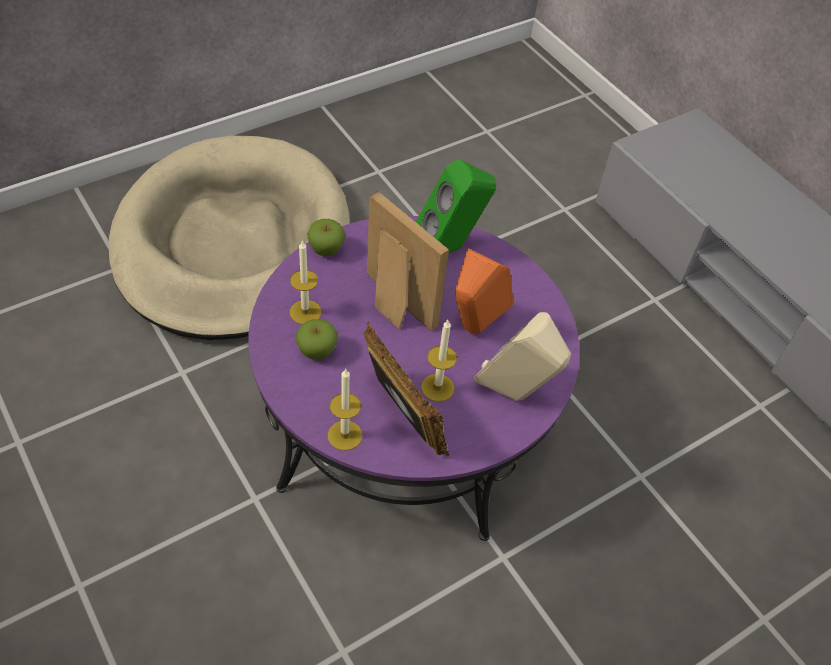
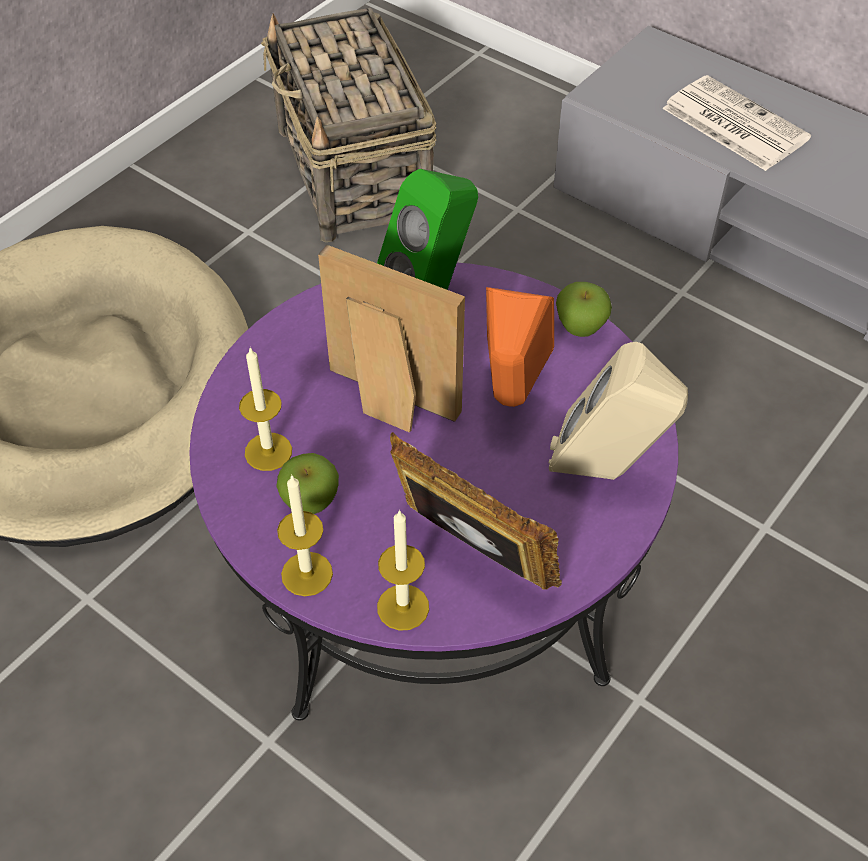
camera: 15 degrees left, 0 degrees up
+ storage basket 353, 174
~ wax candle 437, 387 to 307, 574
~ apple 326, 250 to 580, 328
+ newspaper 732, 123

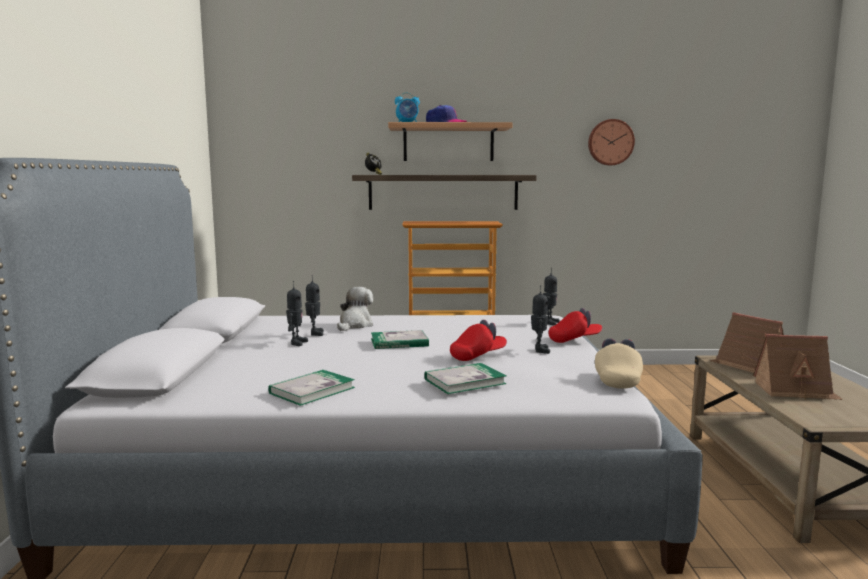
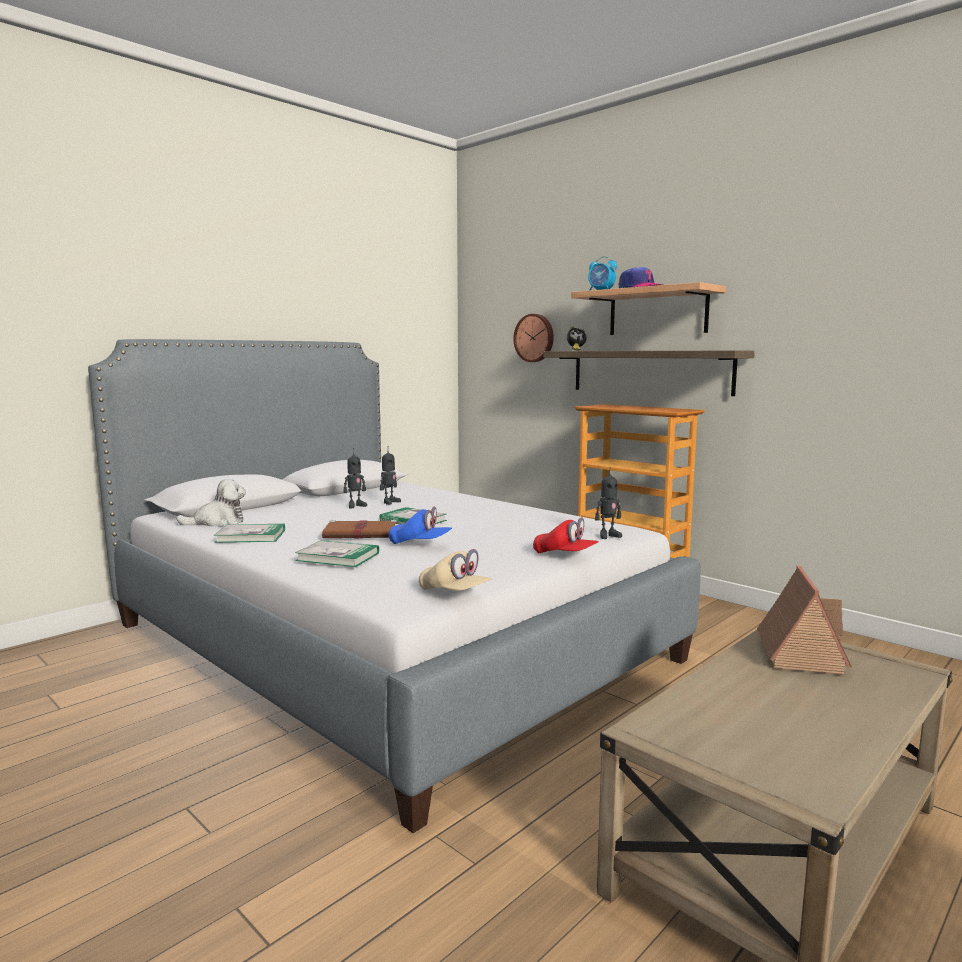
camera: 45 degrees right, 0 degrees up
~ cuddly toy 355, 325 to 217, 522
+ brown-coloured volume 362, 533
~ reddish cap 478, 356 to blue cap 420, 543
~ beige cap 617, 379 = 454, 593 75 degrees clockwise
~ clock on the wall 610, 142 to 535, 338
- robot figure 539, 350
- miniature house 795, 390

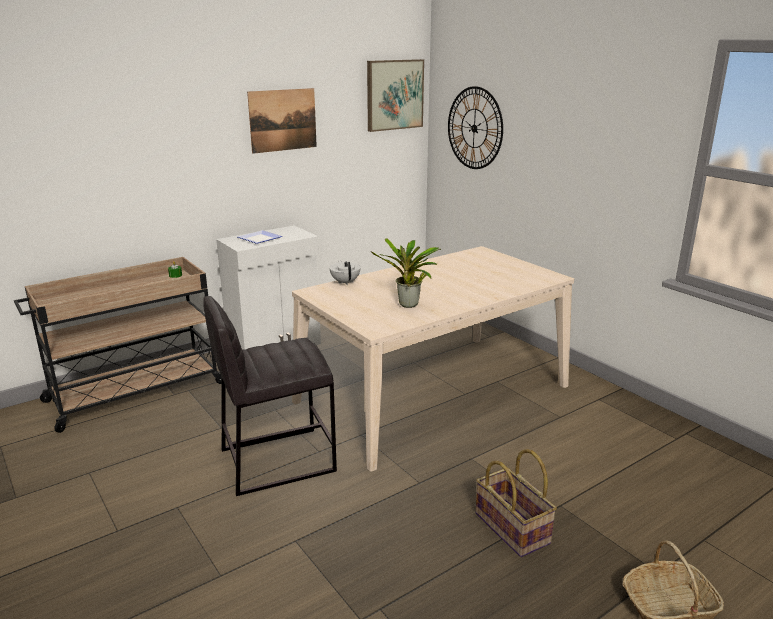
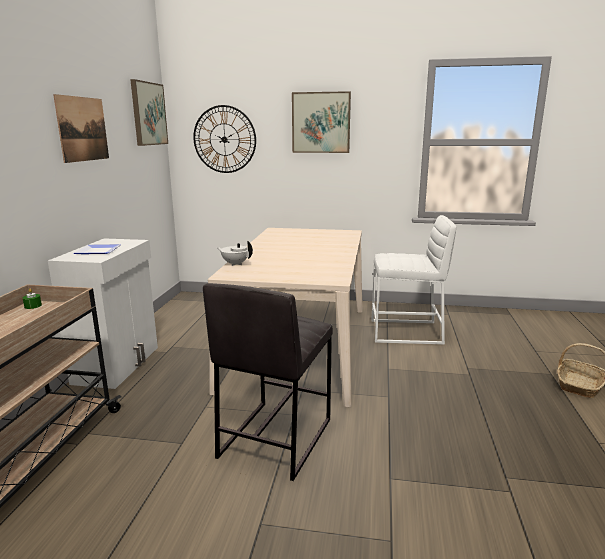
camera: 45 degrees left, 5 degrees down
+ wall picture 321, 122
+ white sitting stool 406, 332
- houseplant 408, 306
- storage basket 513, 528

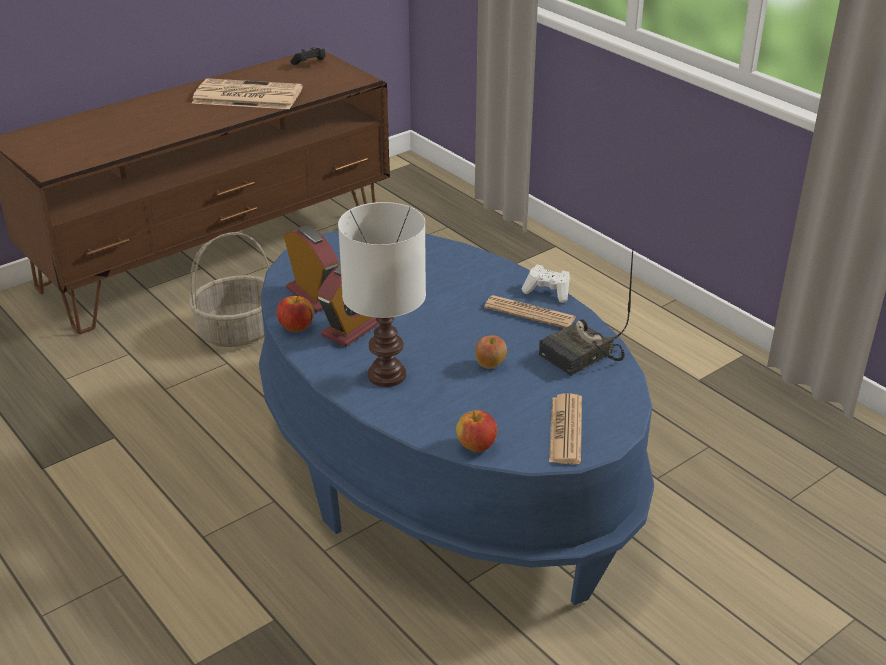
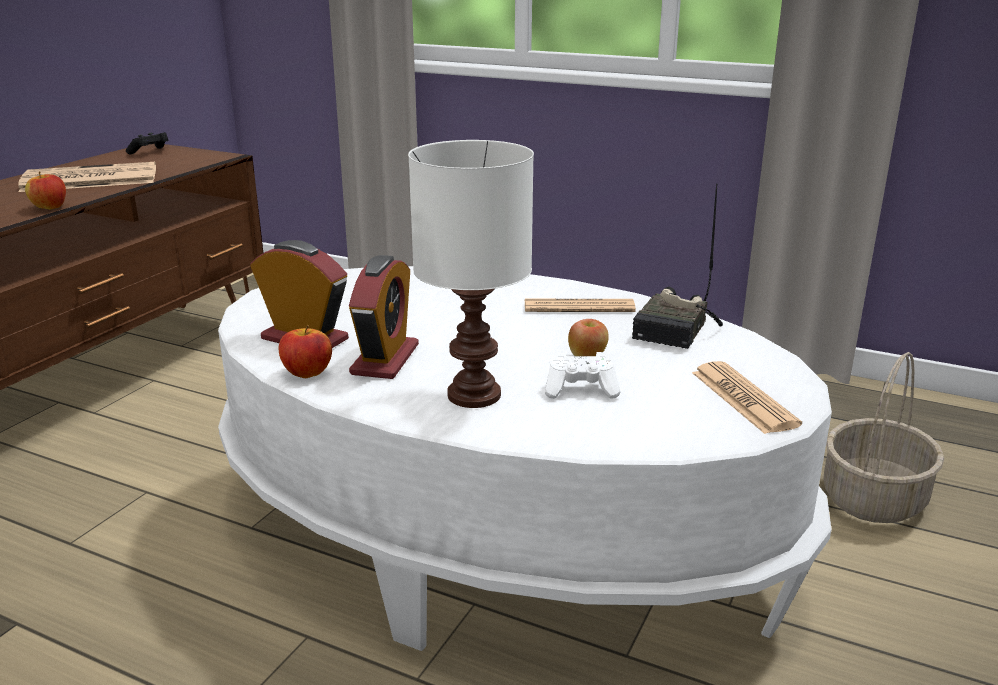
camera: 25 degrees left, 10 degrees down
~ apple 476, 446 to 50, 208
~ blue lounge table 443, 469 to white lounge table 498, 536
~ white joypad 548, 292 to 581, 390
~ storage basket 237, 332 to 874, 500

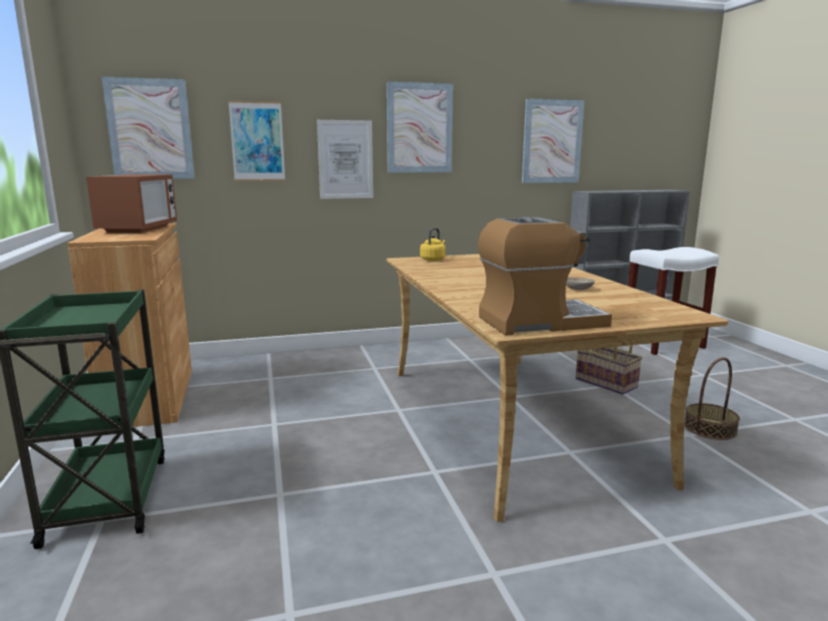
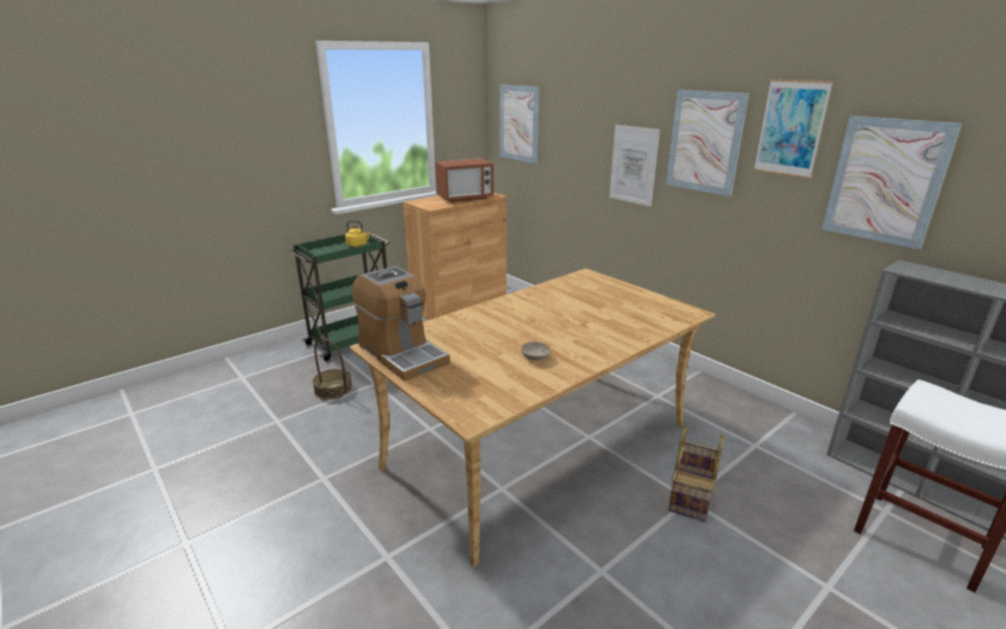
camera: 65 degrees right, 10 degrees up
~ storage basket 710, 428 to 333, 389
~ yellow kettle 433, 259 to 358, 245
~ wall picture 257, 141 to 791, 128

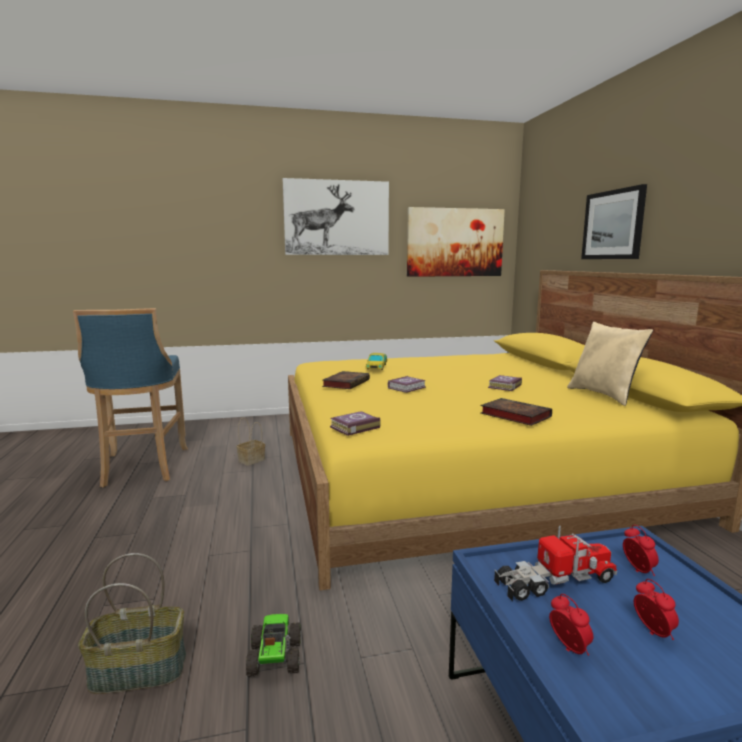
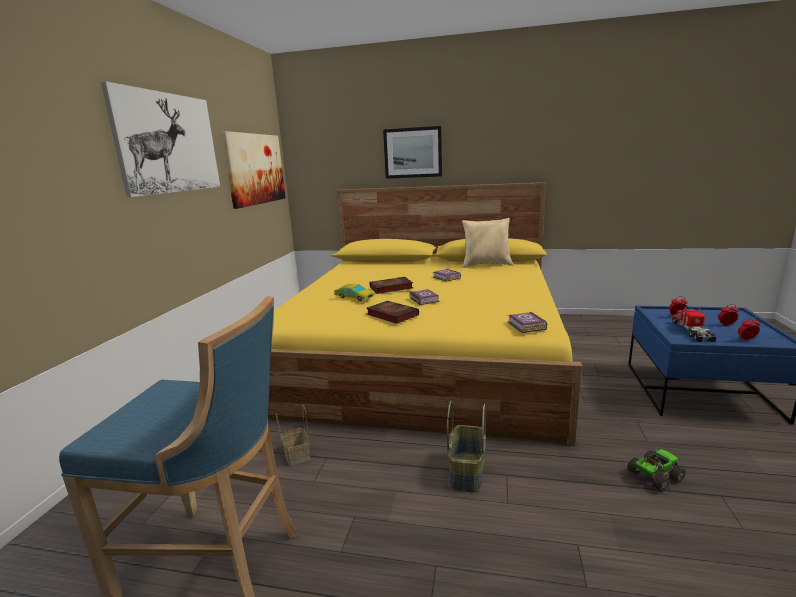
camera: 65 degrees left, 5 degrees up
~ volume 513, 415 to 390, 288
~ storage basket 139, 670 to 466, 471
~ toy lorry 274, 658 = 654, 476 135 degrees clockwise

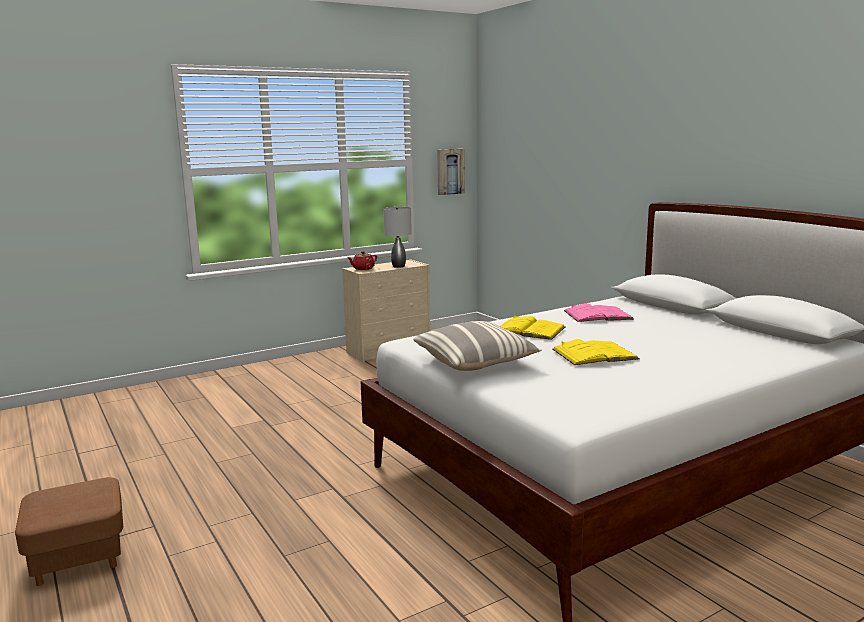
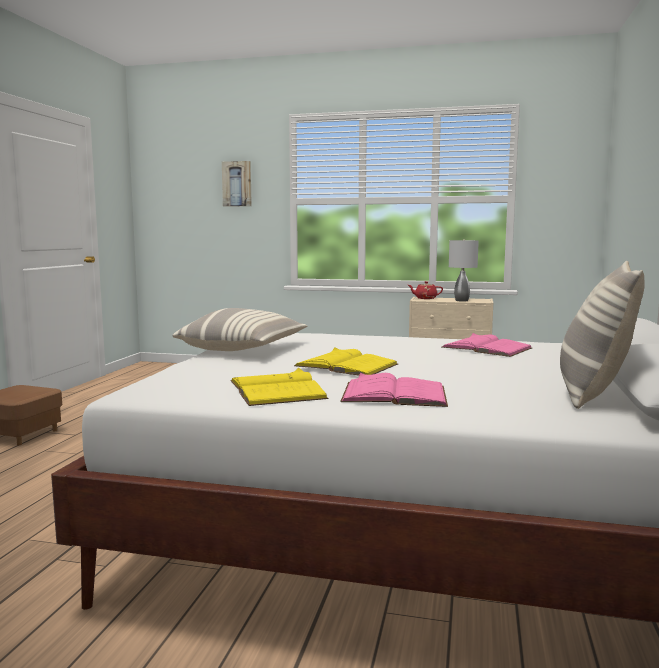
camera: 45 degrees right, 5 degrees down
~ wall picture 449, 171 to 237, 184
~ yellow volume 528, 330 to 276, 389
+ pinkish volume 394, 394
+ throw pillow 593, 394

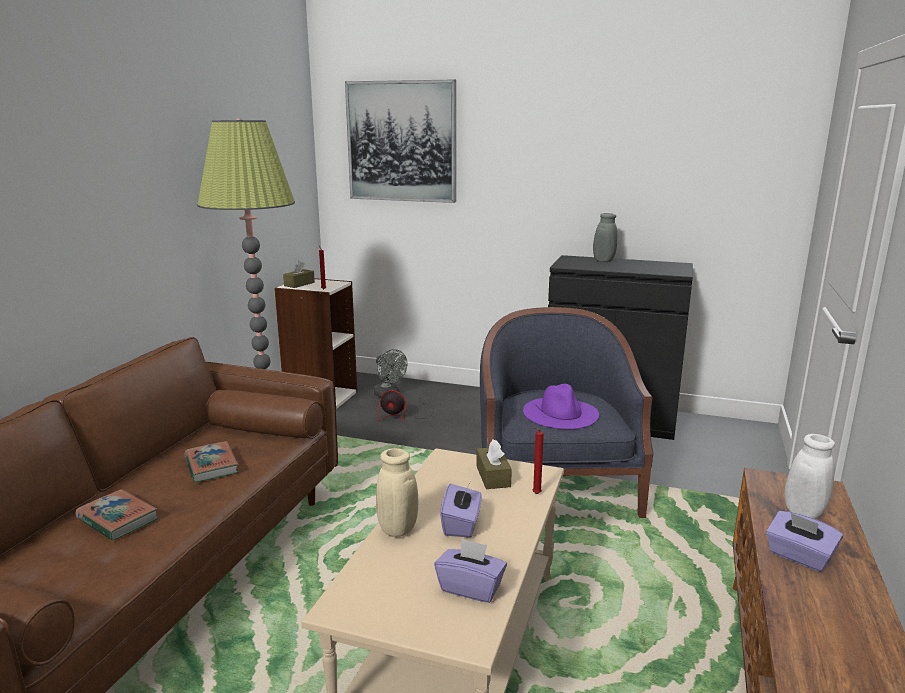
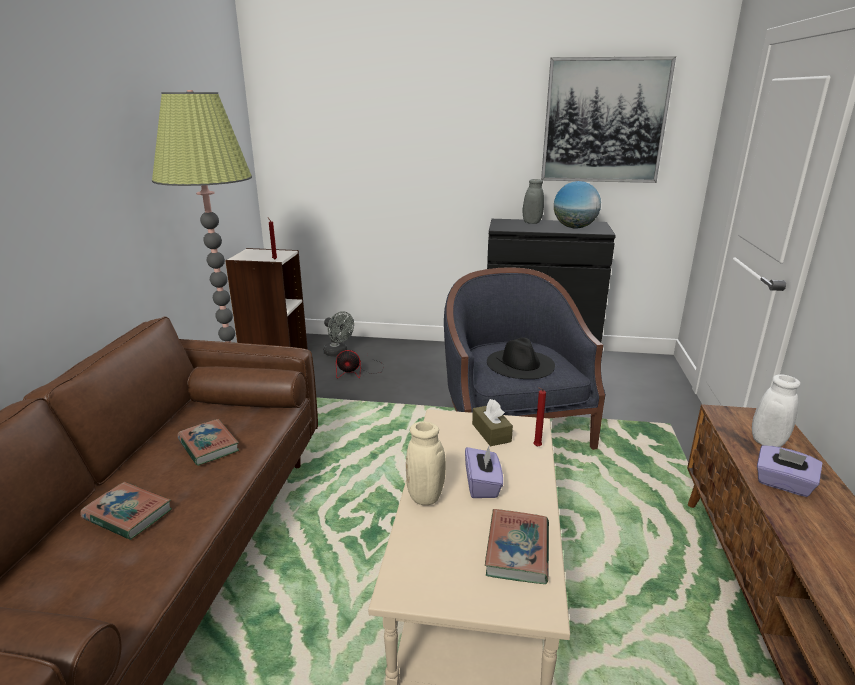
camera: 10 degrees left, 5 degrees up
~ purple-coloured tissue box 471, 588 to volume 517, 550
~ purple-coloured clothing hat 561, 412 to black clothing hat 520, 363
~ wall picture 401, 142 to 604, 121
+ globe 574, 227
- brown-coloured tissue box 299, 284

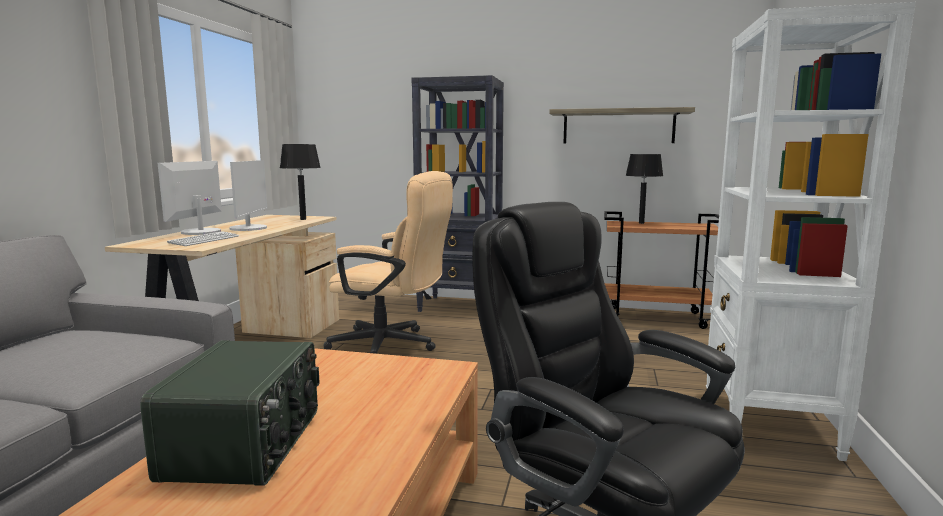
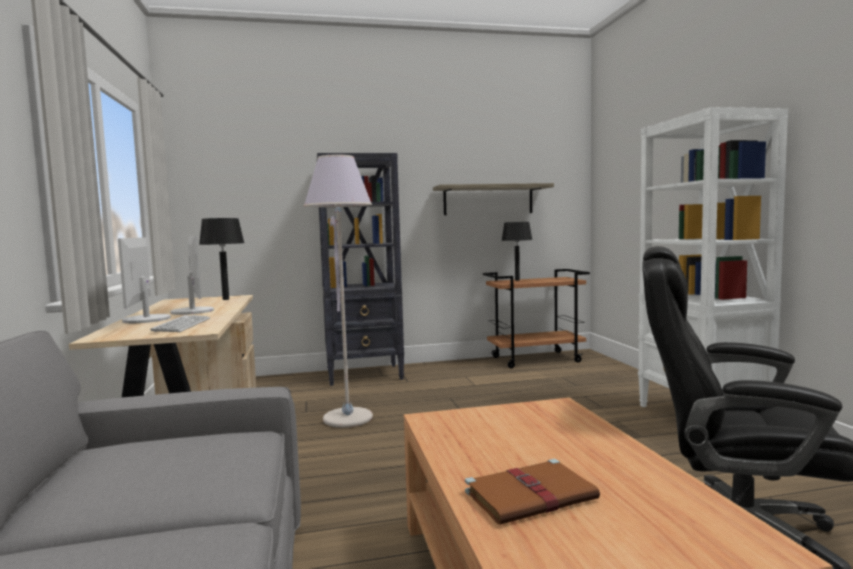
camera: 25 degrees left, 5 degrees down
~ beige computer chair 392, 345 to greyish standing lamp 348, 419
~ radio receiver 247, 444 to brown-coloured volume 532, 495

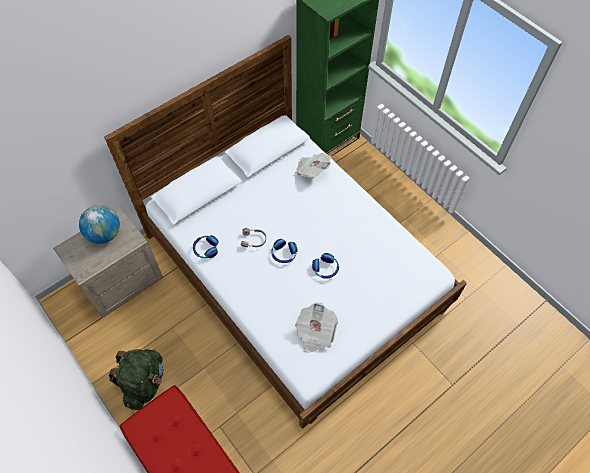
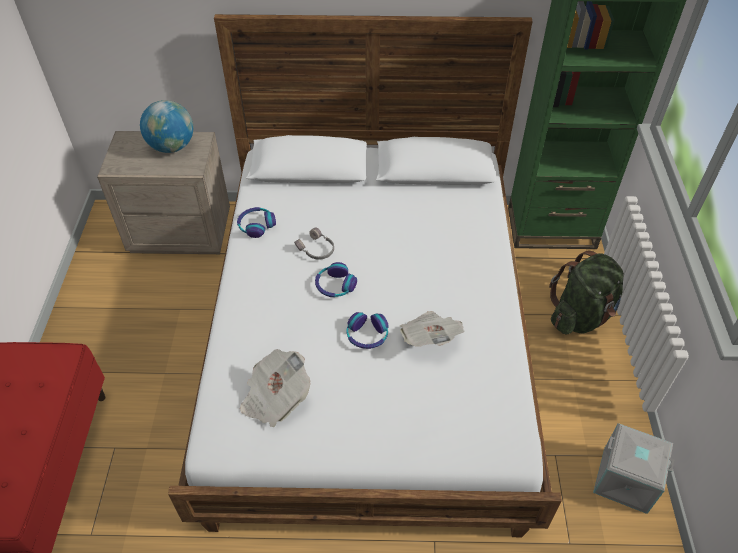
camera: 40 degrees right, 10 degrees down
~ newspaper 312, 170 to 429, 338
~ green-coloured rucksack 144, 383 to 581, 316
+ greyish storage bin 624, 480

